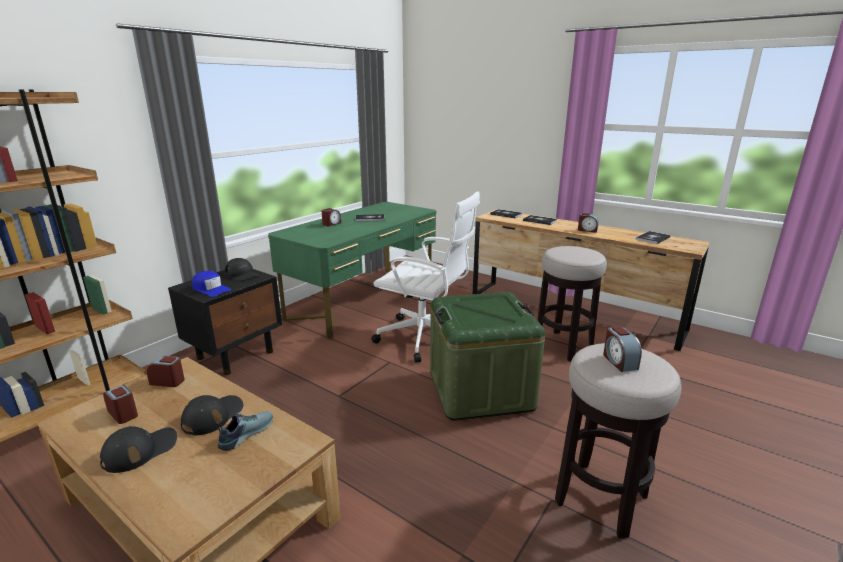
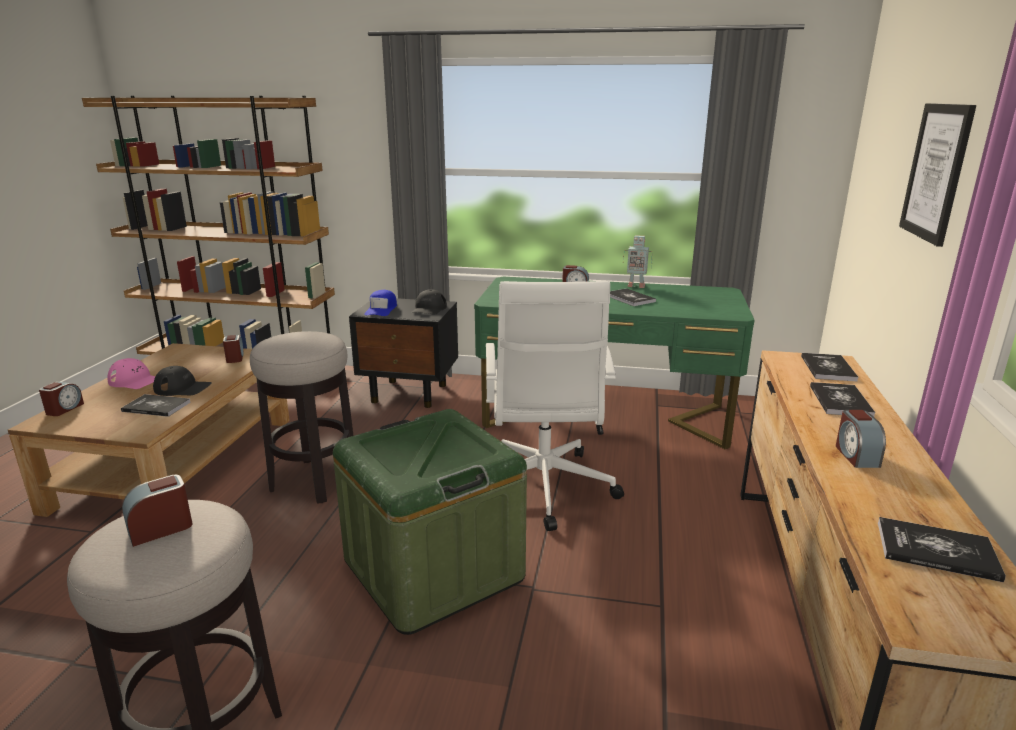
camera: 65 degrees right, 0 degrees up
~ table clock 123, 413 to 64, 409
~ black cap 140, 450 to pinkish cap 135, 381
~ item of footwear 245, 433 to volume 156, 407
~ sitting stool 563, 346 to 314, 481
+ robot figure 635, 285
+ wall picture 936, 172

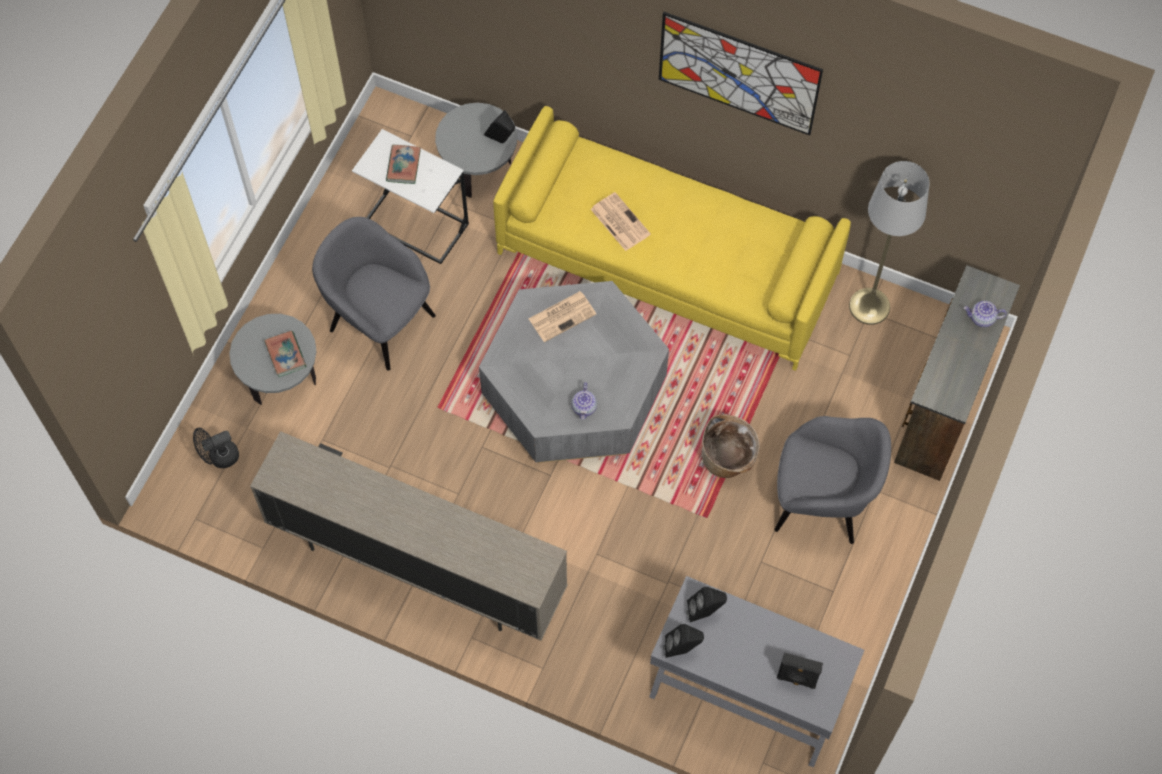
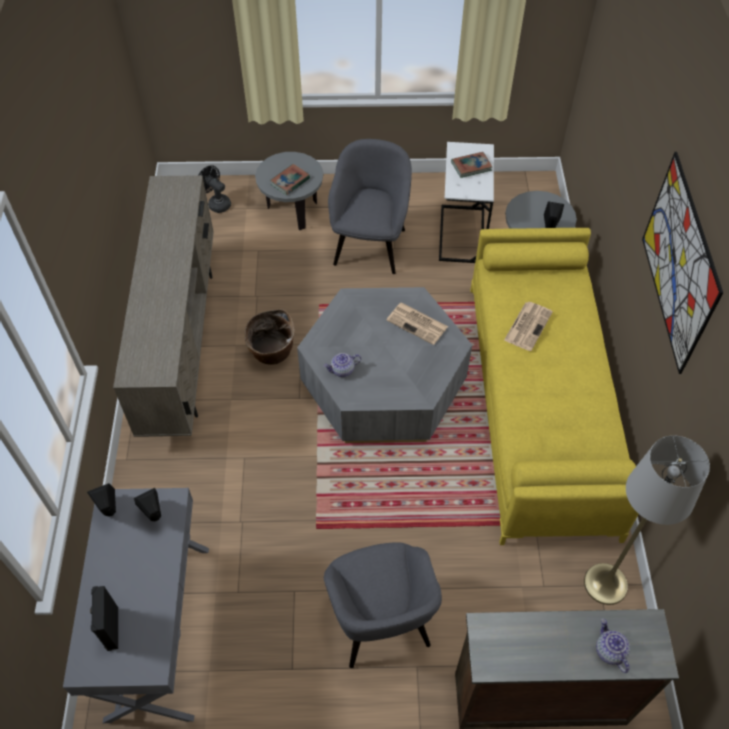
camera: 65 degrees right, 10 degrees down
~ storage basket 728, 460 to 272, 353

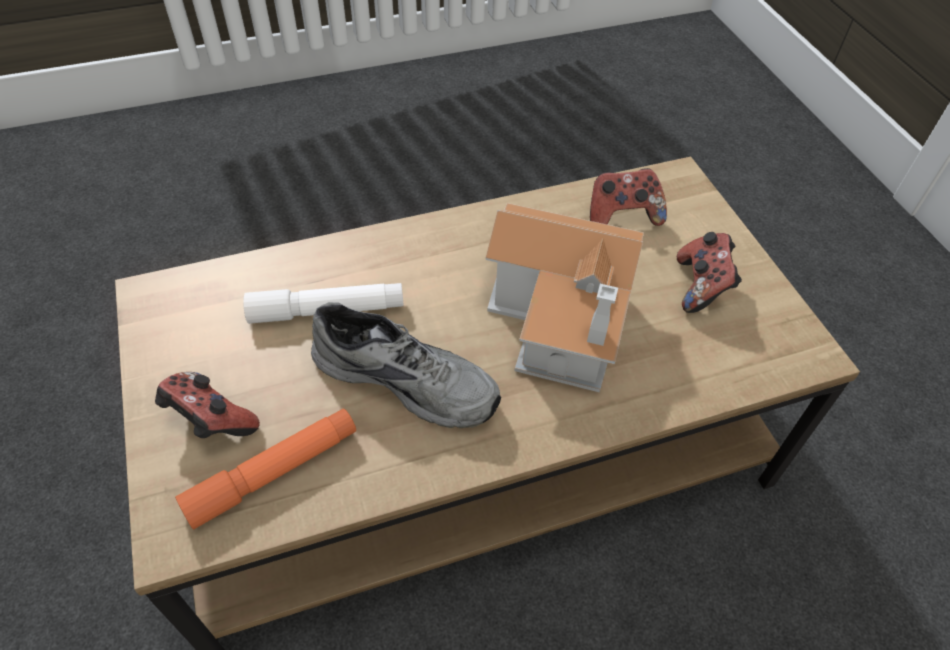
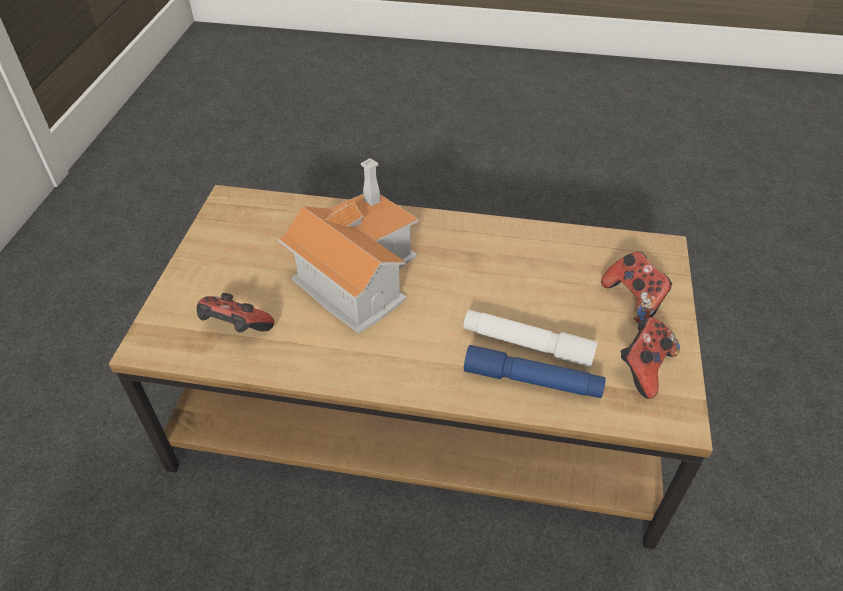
camera: 150 degrees left, 5 degrees down
+ blue flashlight 532, 380
~ joypad 701, 287 to 643, 368
- orange-coloured flashlight 274, 473
- greyish item of footwear 407, 377

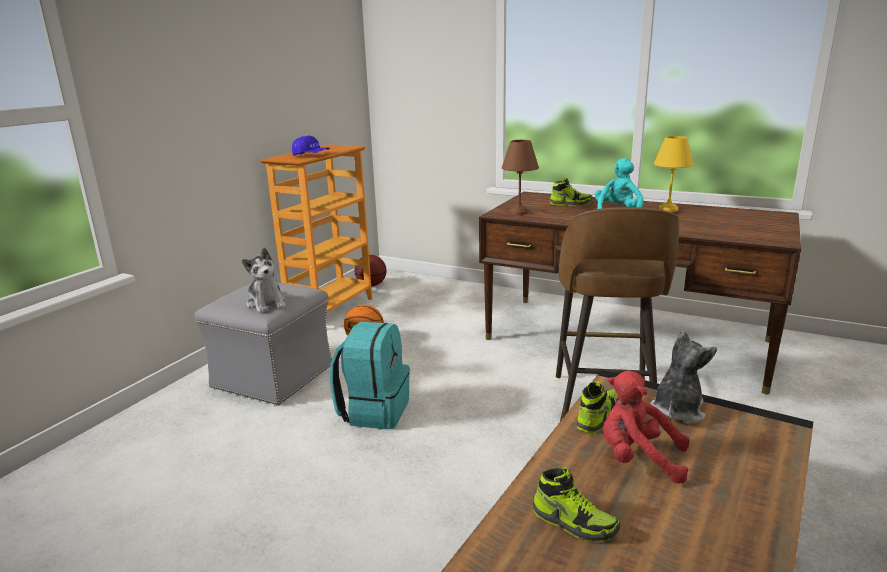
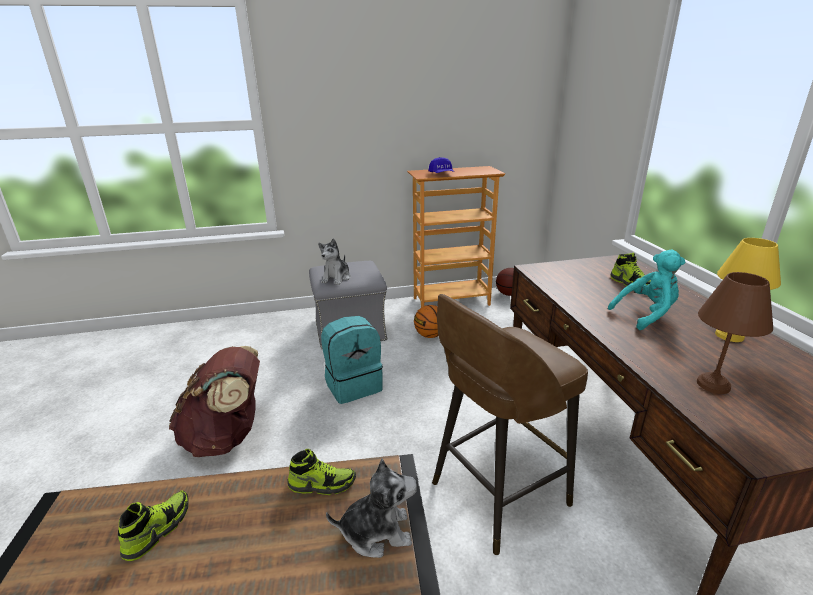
camera: 50 degrees right, 5 degrees up
~ item of footwear 574, 522 = 158, 530 150 degrees counterclockwise
+ brown-coloured rucksack 227, 437
~ brown-coloured table lamp 518, 212 to 712, 384
- reddish cuddly toy 638, 459

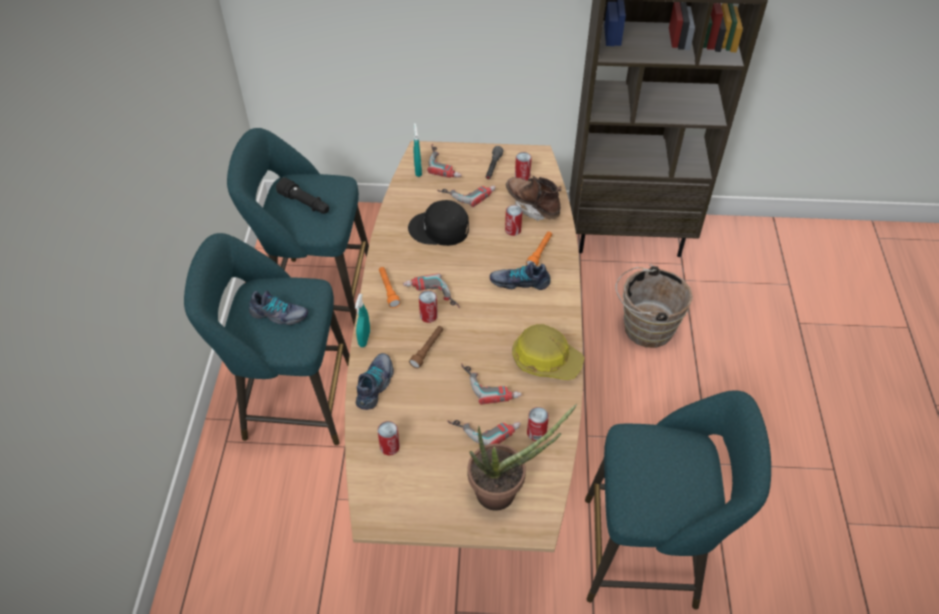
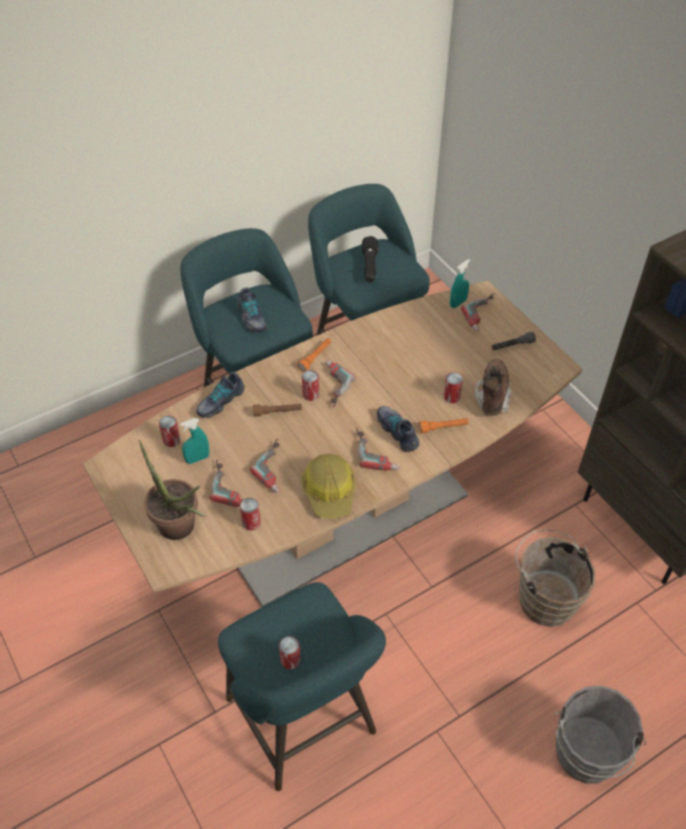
camera: 55 degrees right, 0 degrees up
~ turquoise hand sprayer 364, 339 to 197, 459
~ item of footwear 375, 385 = 220, 401 150 degrees clockwise
~ metal can 522, 176 to 290, 660
~ drill 467, 192 to 377, 452
+ greyish water bucket 584, 758
- black cap 439, 229

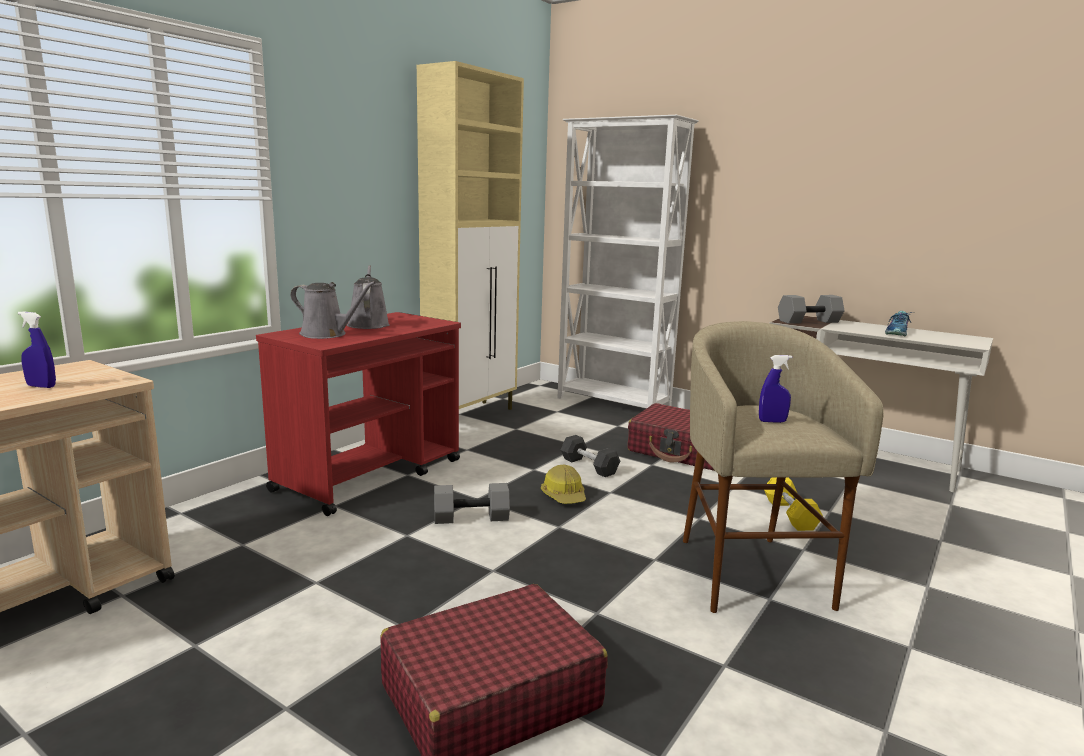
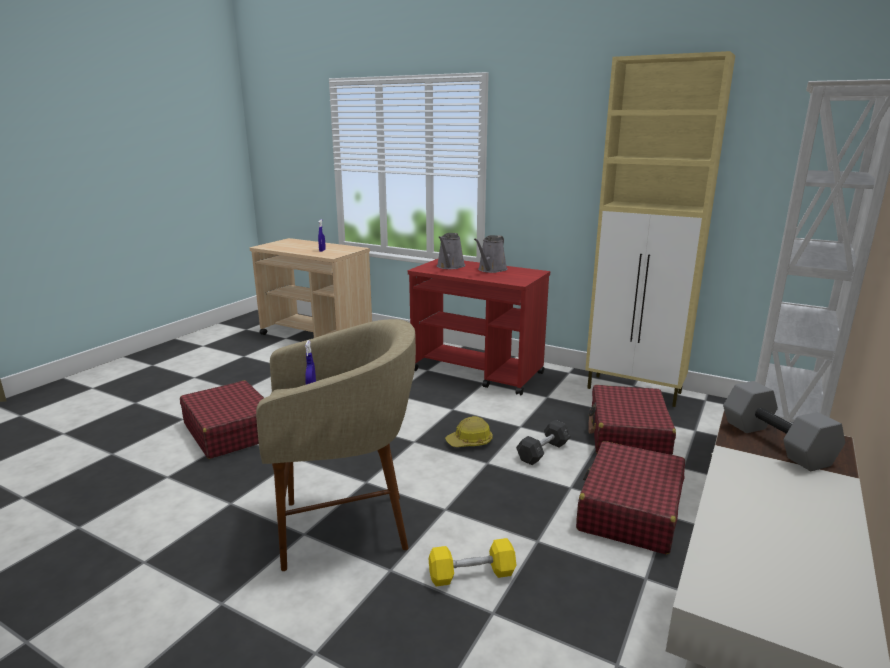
camera: 85 degrees right, 5 degrees up
~ greyish watering pot 368, 324 = 491, 270 135 degrees clockwise
+ reddish suitcase 627, 435
- greyish free weight 470, 518
- item of footwear 897, 333

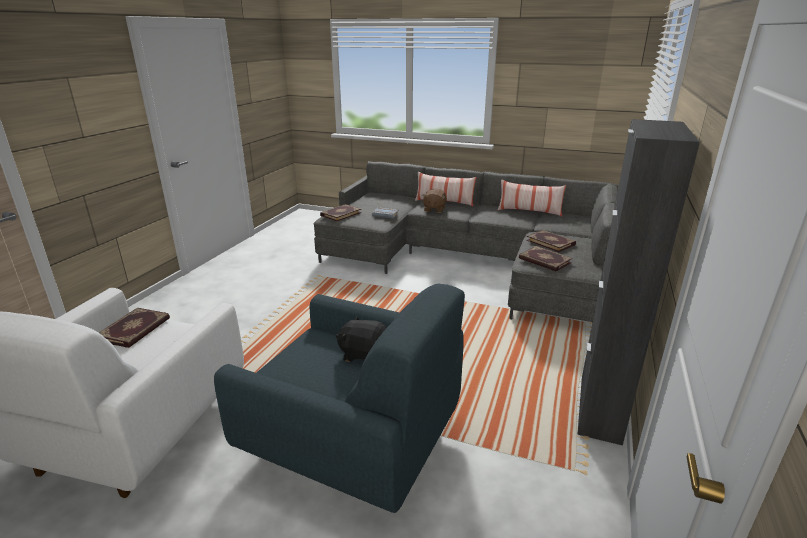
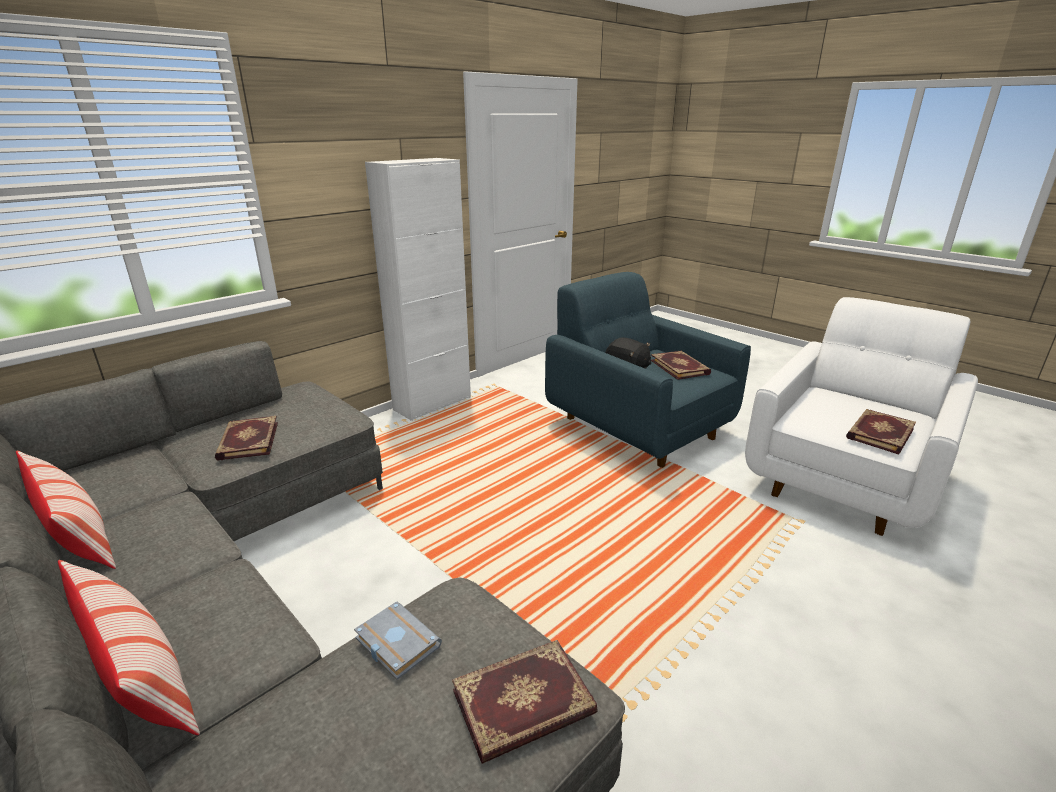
camera: 155 degrees left, 0 degrees up
~ black cupboard 600, 409 to white cupboard 432, 403
~ volume 544, 261 to 680, 367
- brown-coloured cuddly toy 434, 209

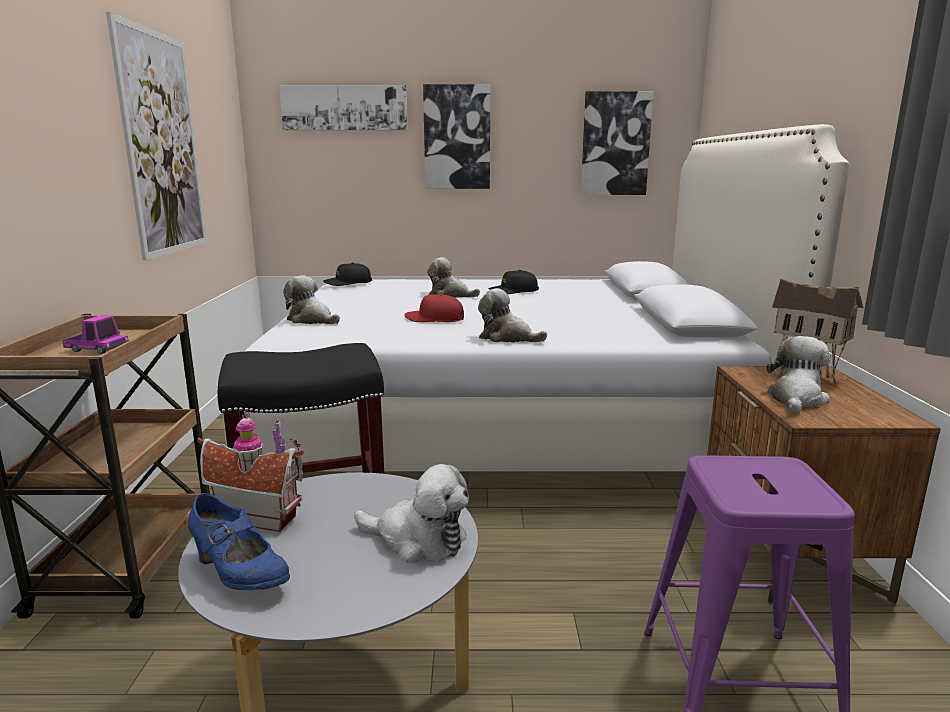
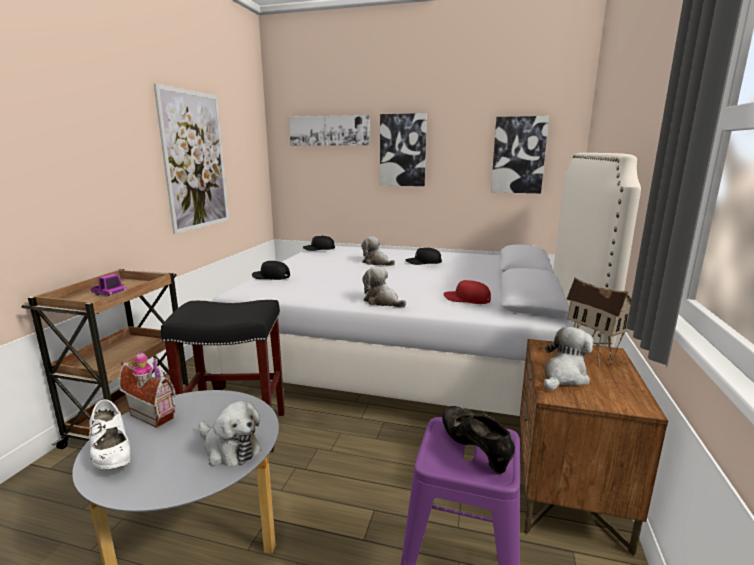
camera: 15 degrees right, 0 degrees up
~ blue item of footwear 239, 575 to white item of footwear 112, 454
~ cuddly toy 312, 320 to black cap 271, 277
+ black item of footwear 474, 450
~ reddish cap 434, 319 to 467, 299

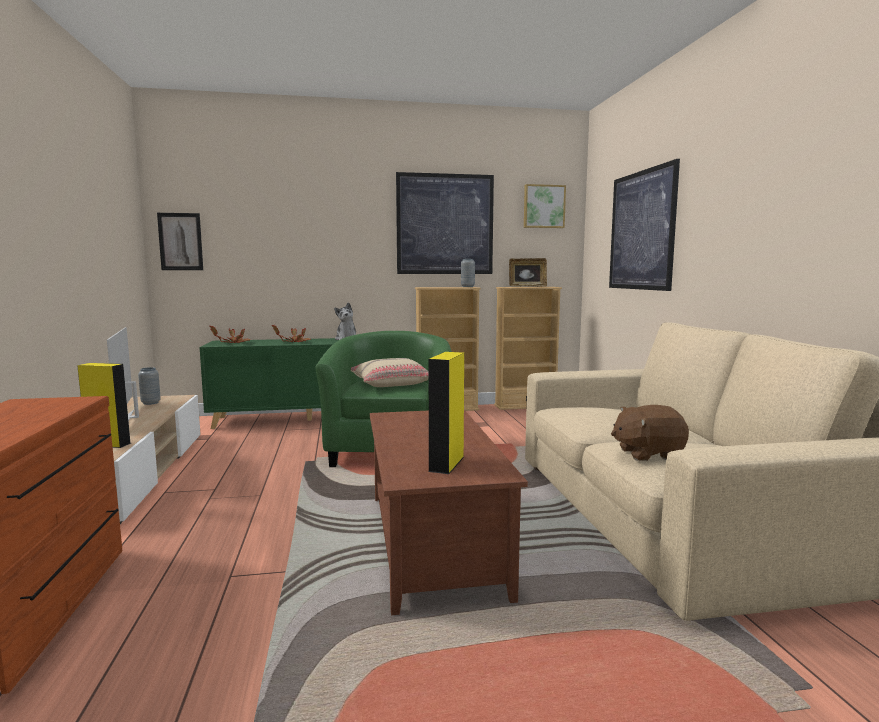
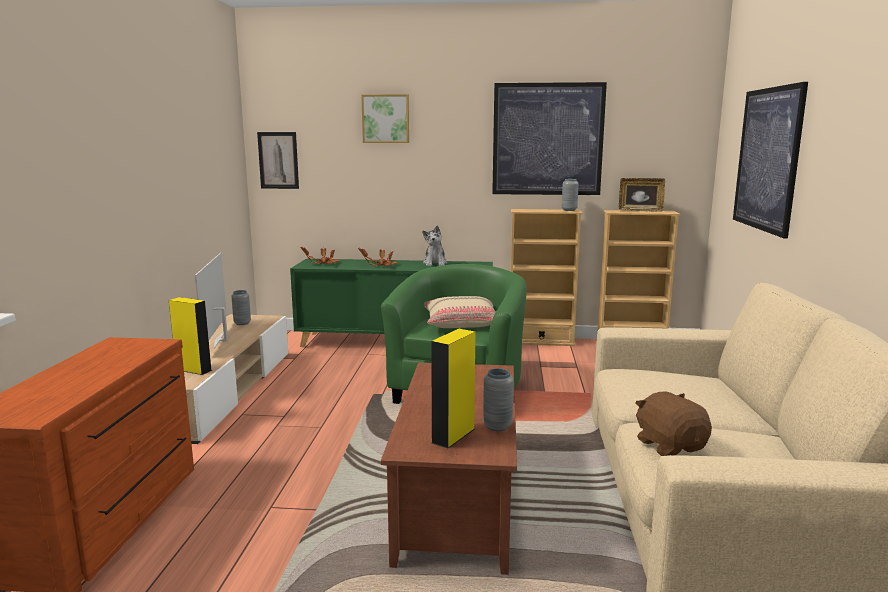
camera: 15 degrees right, 5 degrees up
~ wall picture 543, 206 to 386, 119
+ greyish flower vase 497, 426
~ brown-coloured cuddly toy 648, 454 = 670, 445 60 degrees clockwise

